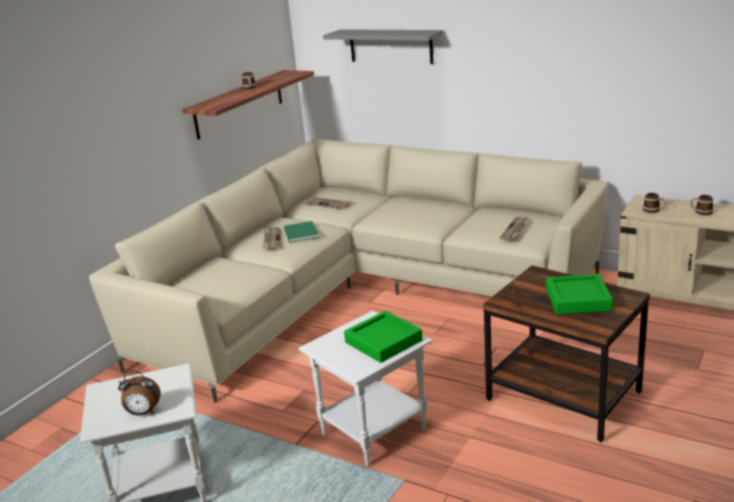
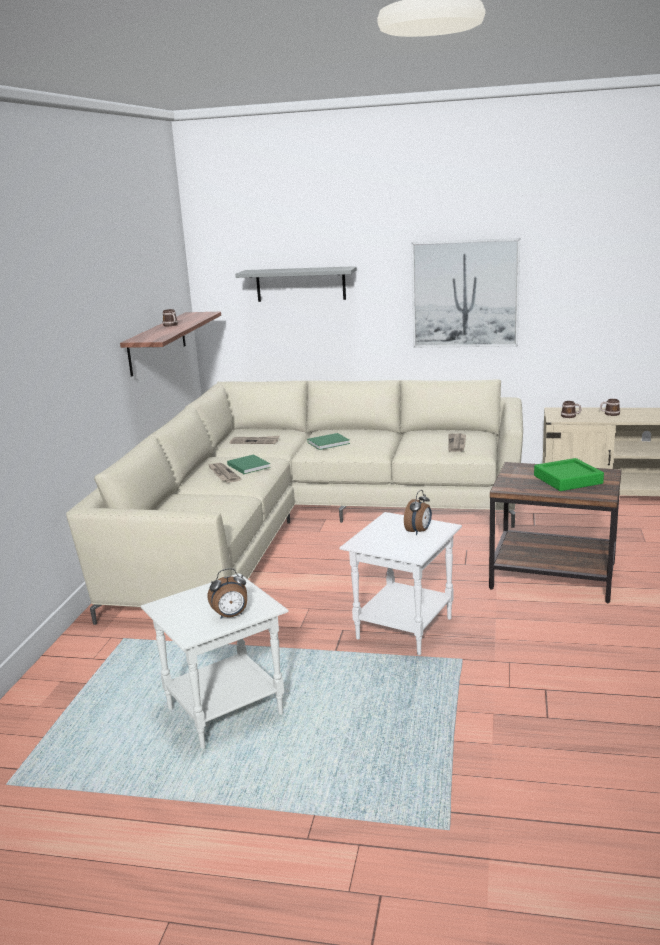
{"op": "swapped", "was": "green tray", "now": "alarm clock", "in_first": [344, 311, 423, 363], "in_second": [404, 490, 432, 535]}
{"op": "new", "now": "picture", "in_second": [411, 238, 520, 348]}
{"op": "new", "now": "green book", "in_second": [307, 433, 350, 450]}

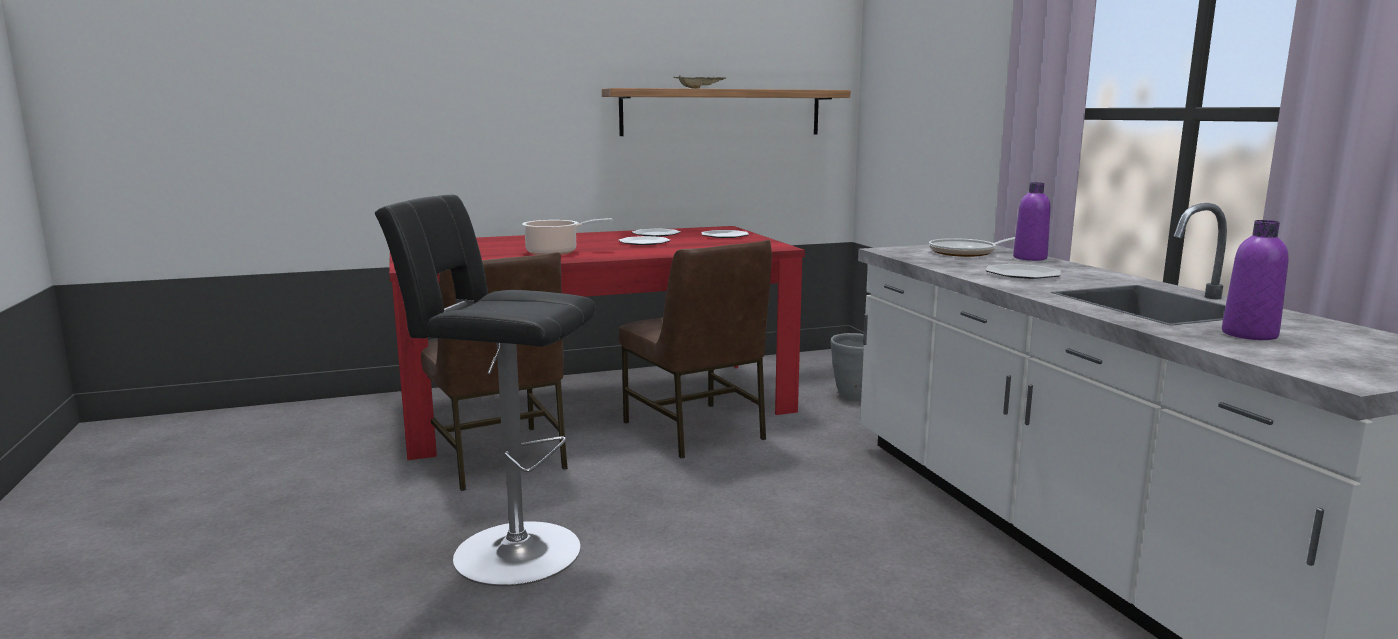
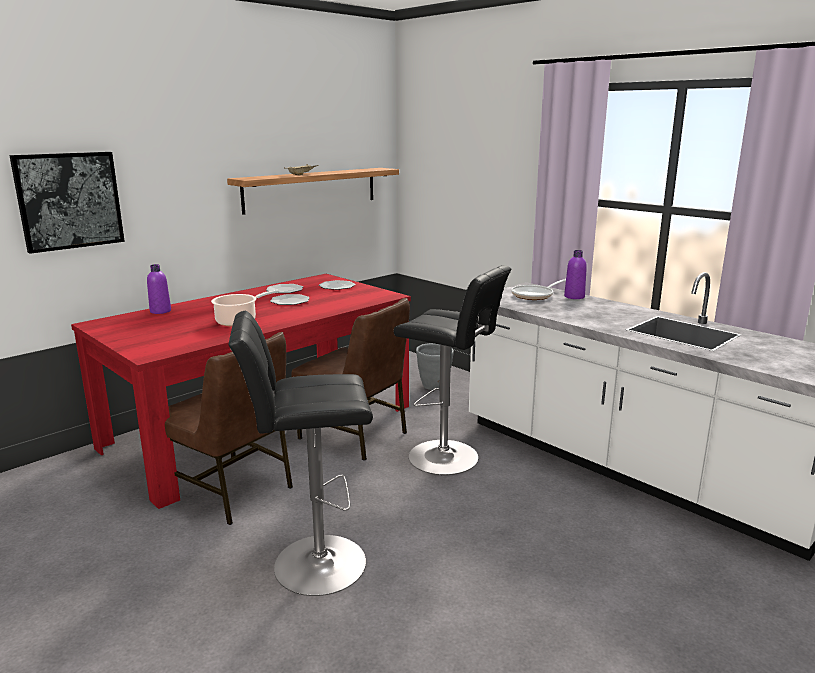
{"op": "shifted", "was": "purple bottle", "in_first": [1222, 220, 1289, 340], "in_second": [147, 264, 171, 314]}
{"op": "gone", "was": "plate", "in_first": [986, 264, 1061, 279]}
{"op": "new", "now": "picture", "in_second": [9, 152, 125, 254]}
{"op": "new", "now": "black stool", "in_second": [394, 265, 512, 475]}

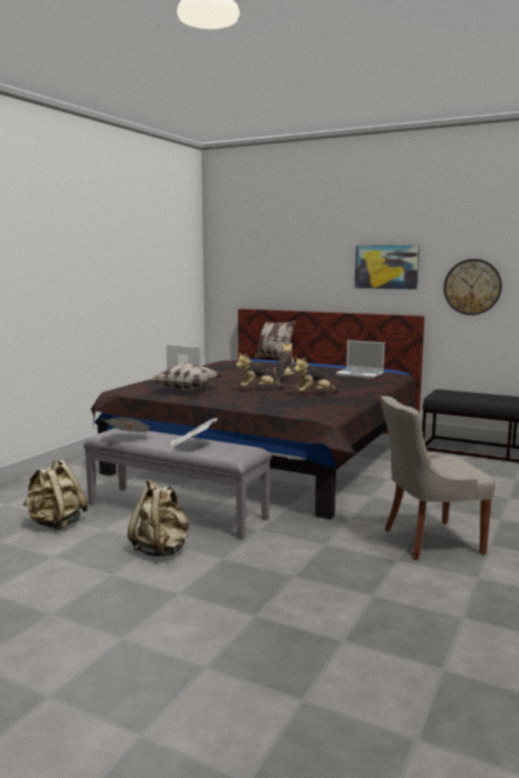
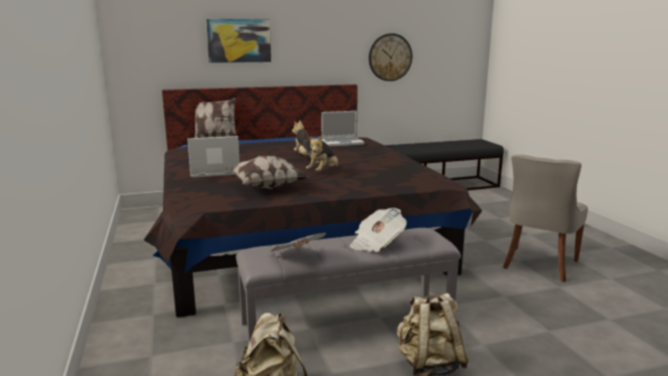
{"op": "shifted", "was": "picture", "in_first": [355, 245, 420, 290], "in_second": [206, 19, 271, 63]}
{"op": "gone", "was": "plush toy", "in_first": [294, 357, 339, 392]}

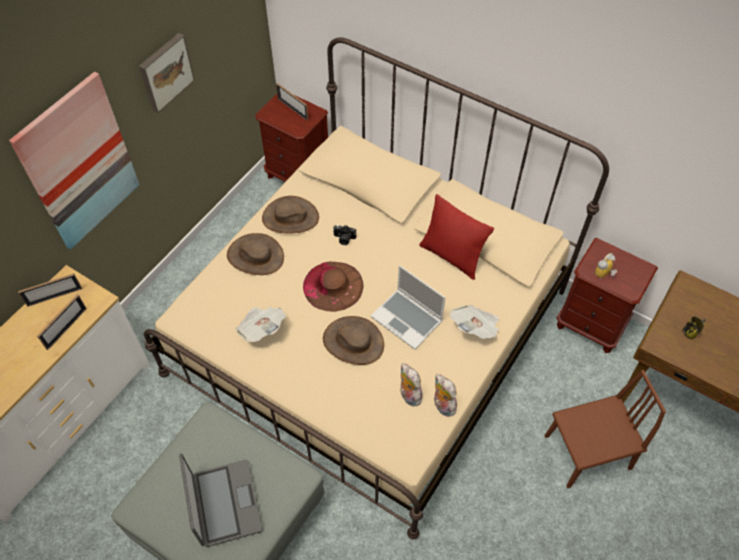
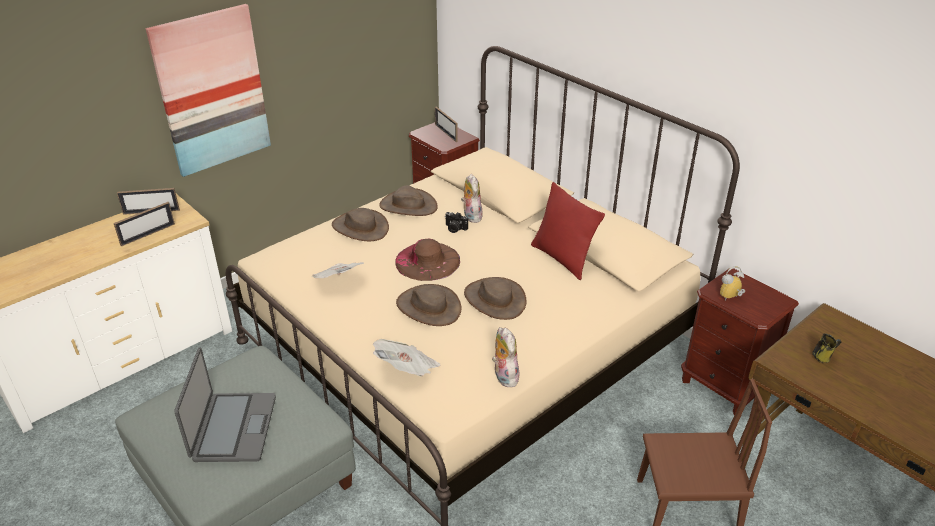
{"op": "gone", "was": "picture", "in_first": [139, 33, 195, 113]}
{"op": "swapped", "was": "laptop", "now": "brown hat", "in_first": [371, 265, 446, 350], "in_second": [464, 277, 526, 320]}
{"op": "shifted", "was": "newspaper", "in_first": [450, 304, 499, 339], "in_second": [373, 339, 440, 376]}
{"op": "shifted", "was": "plush toy", "in_first": [400, 363, 423, 406], "in_second": [461, 174, 483, 223]}

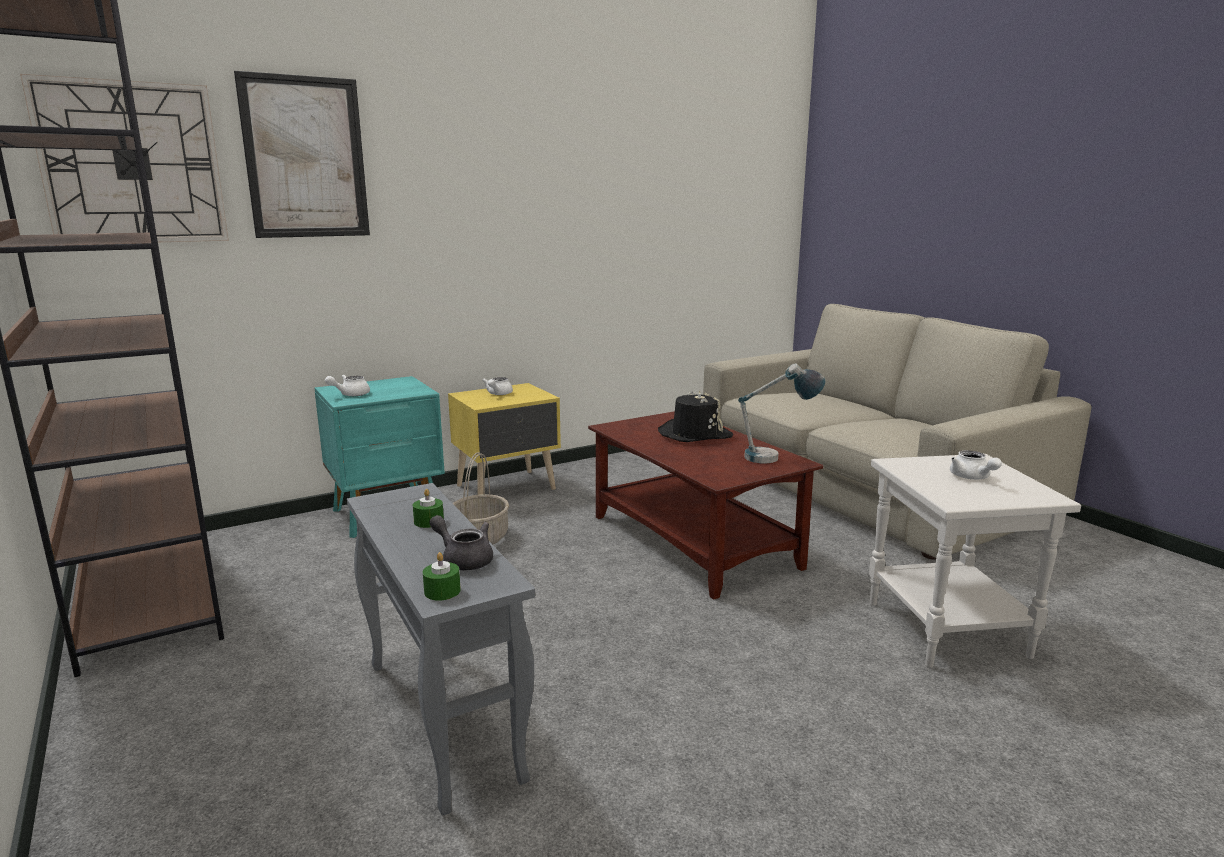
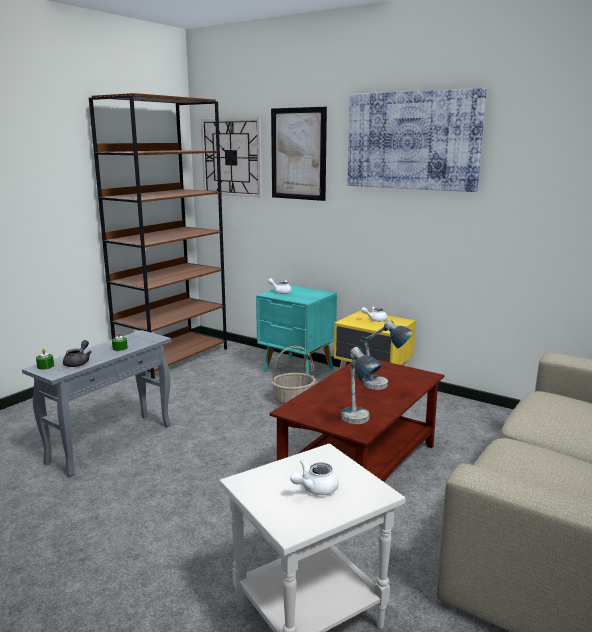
{"op": "swapped", "was": "black hat", "now": "table lamp", "in_first": [658, 391, 733, 442], "in_second": [363, 320, 413, 390]}
{"op": "new", "now": "picture", "in_second": [348, 88, 486, 192]}

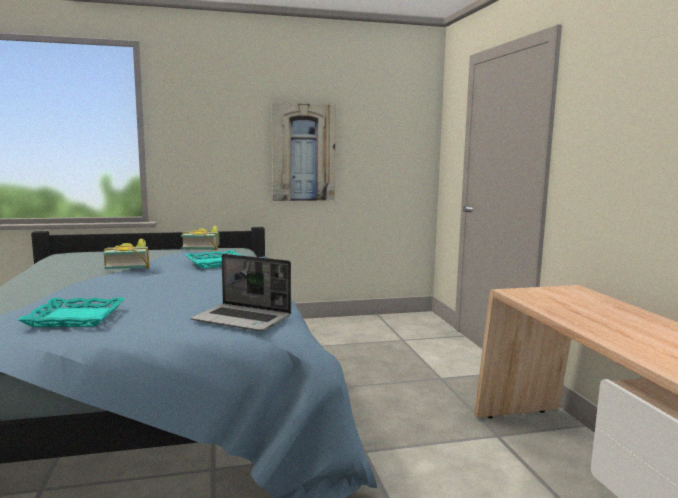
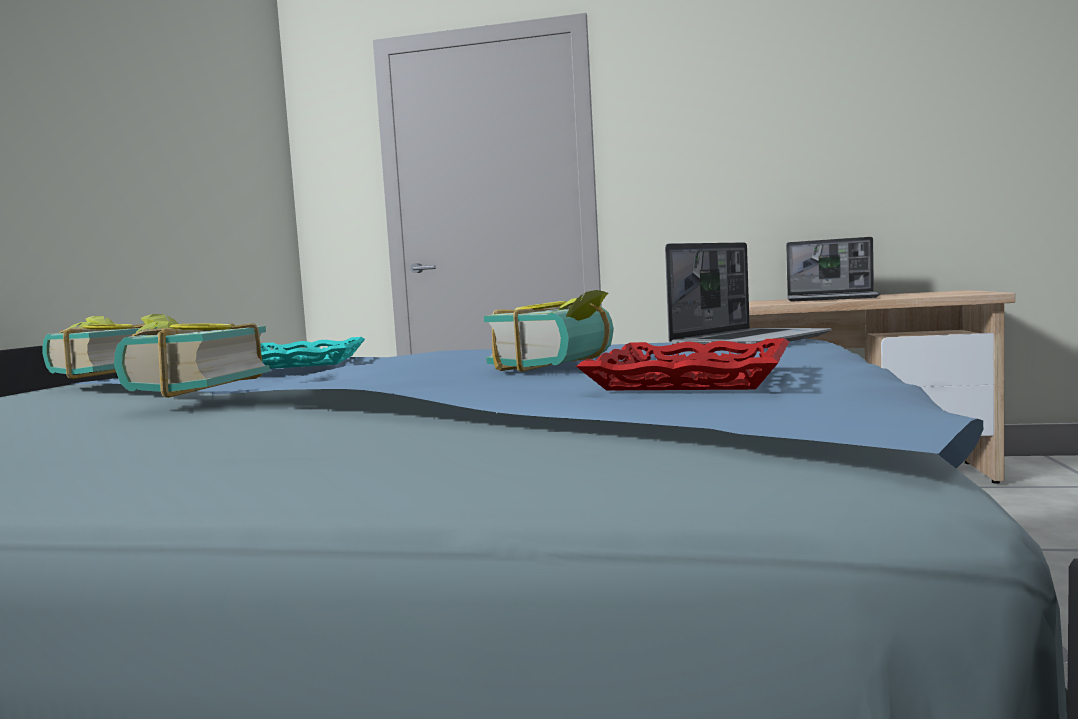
{"op": "gone", "was": "picture", "in_first": [271, 103, 336, 201]}
{"op": "repainted", "was": "turquoise tray", "now": "red tray", "in_first": [18, 298, 125, 327], "in_second": [576, 338, 789, 390]}
{"op": "new", "now": "laptop", "in_second": [786, 237, 880, 302]}
{"op": "new", "now": "book", "in_second": [484, 290, 614, 372]}

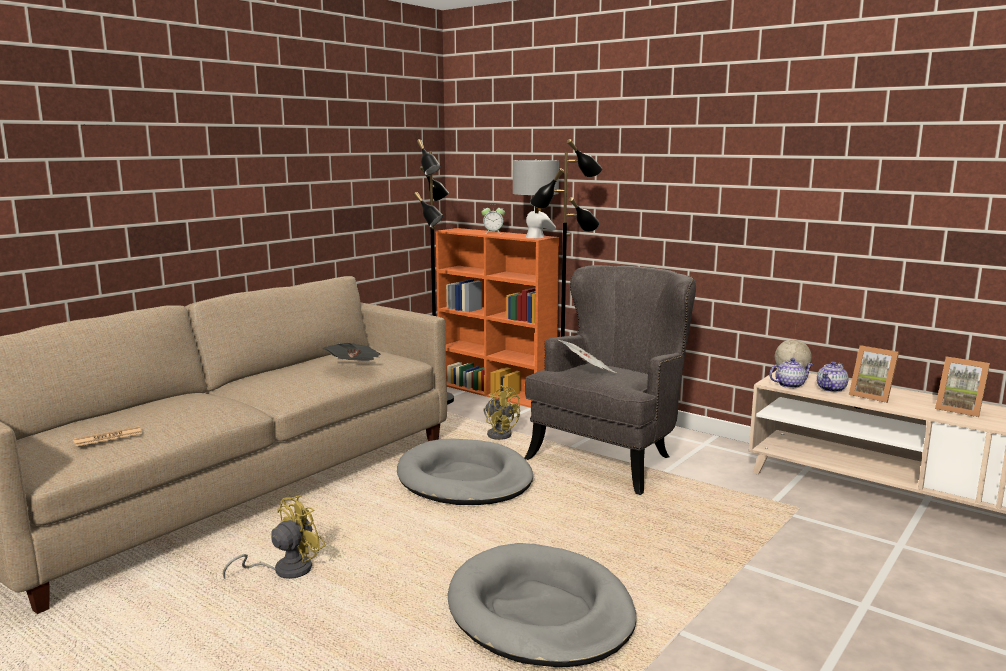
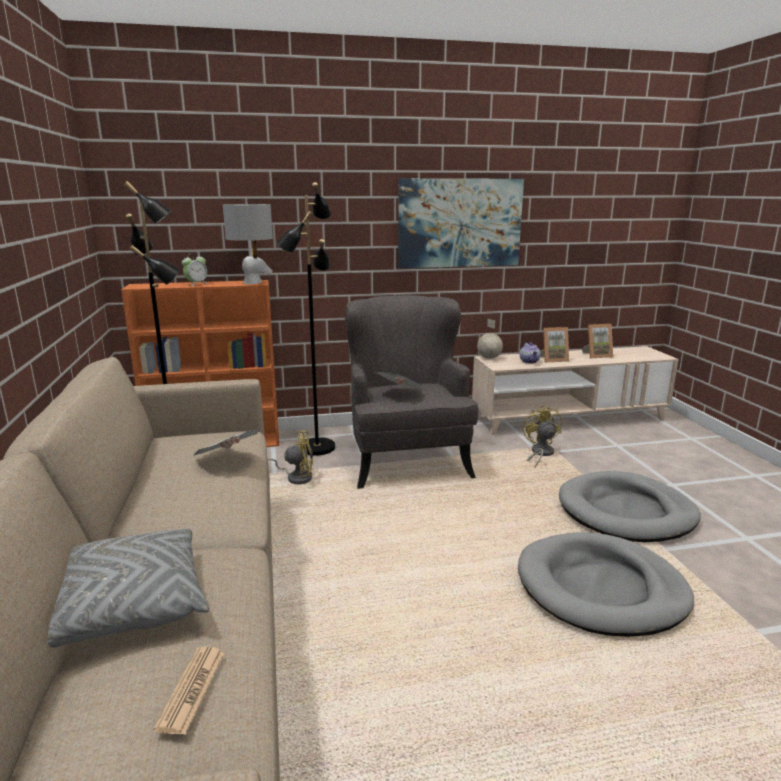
{"op": "gone", "was": "teapot", "in_first": [769, 358, 813, 388]}
{"op": "shifted", "was": "grey dog bed", "in_first": [397, 439, 533, 505], "in_second": [559, 471, 701, 542]}
{"op": "shifted", "was": "yellow fan", "in_first": [223, 495, 326, 579], "in_second": [523, 405, 562, 468]}
{"op": "new", "now": "picture", "in_second": [398, 178, 524, 268]}
{"op": "new", "now": "grey pillow", "in_second": [48, 529, 209, 648]}

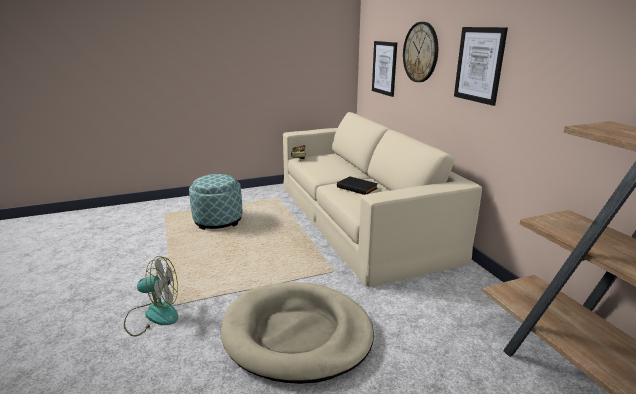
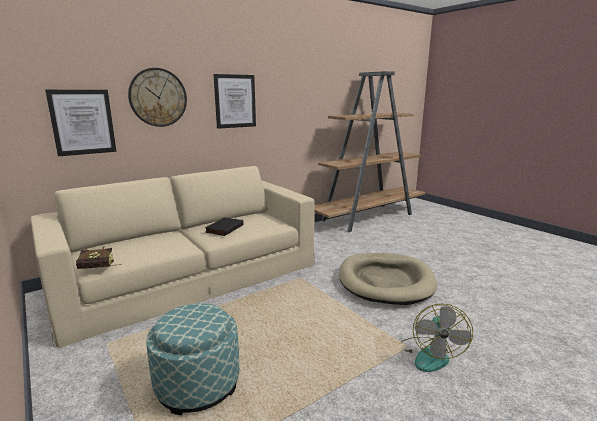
{"op": "rotated", "was": "fan", "in_first": [124, 256, 178, 336], "in_second": [401, 304, 473, 372], "clockwise": -150}

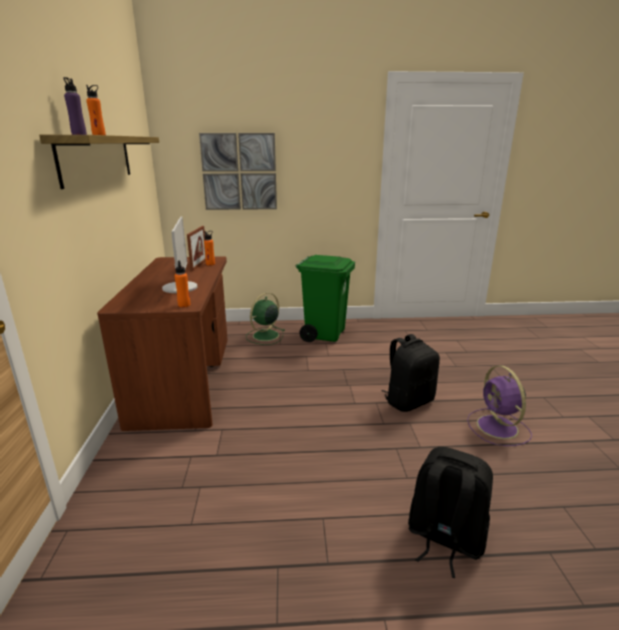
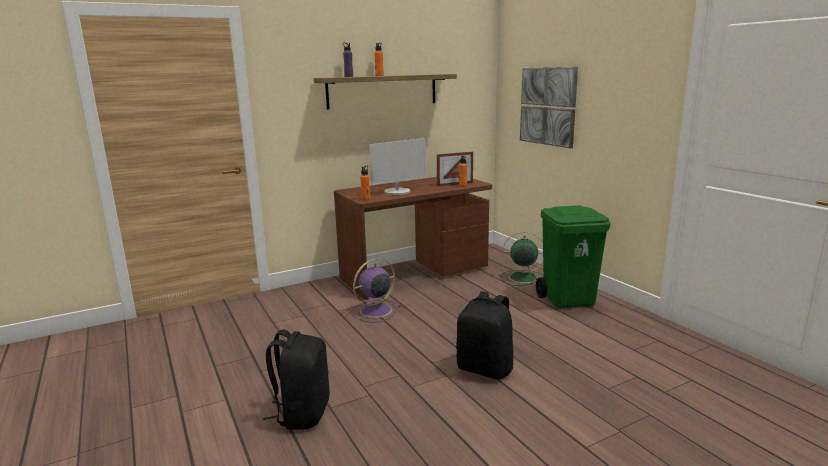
{"op": "shifted", "was": "purple fan", "in_first": [467, 365, 532, 446], "in_second": [351, 258, 401, 322]}

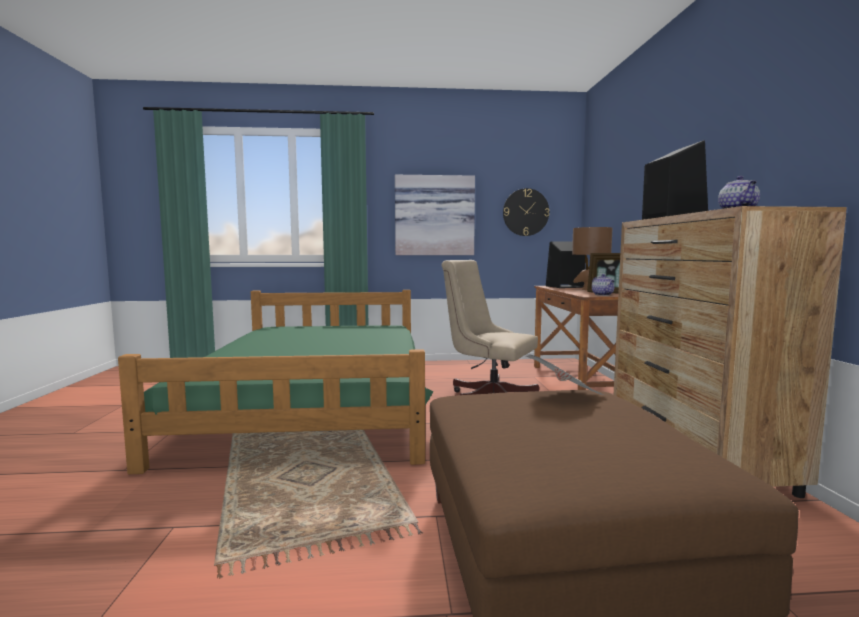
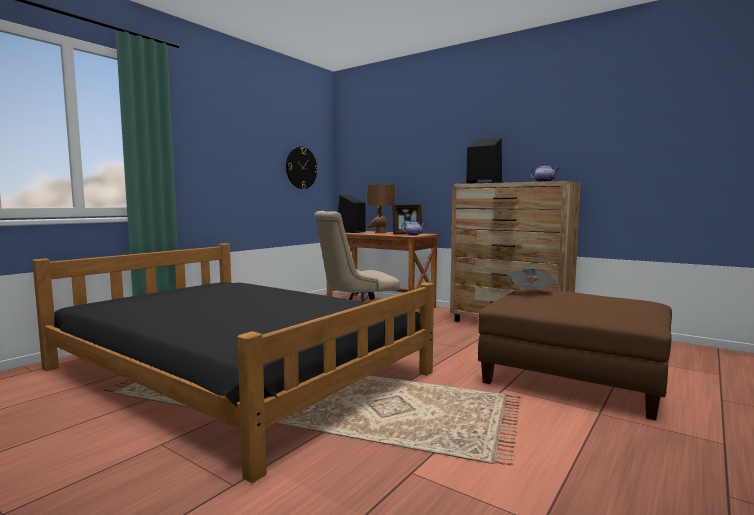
{"op": "gone", "was": "picture", "in_first": [395, 175, 475, 255]}
{"op": "repainted", "was": "green bed", "now": "black bed", "in_first": [118, 290, 434, 474], "in_second": [32, 243, 434, 483]}

